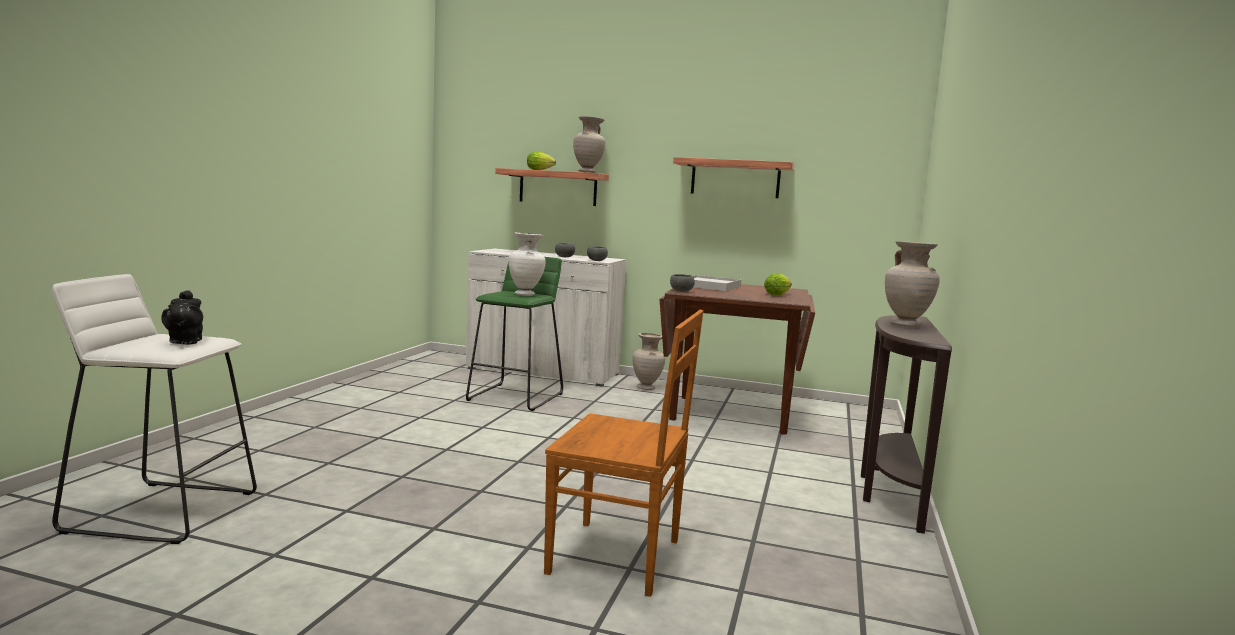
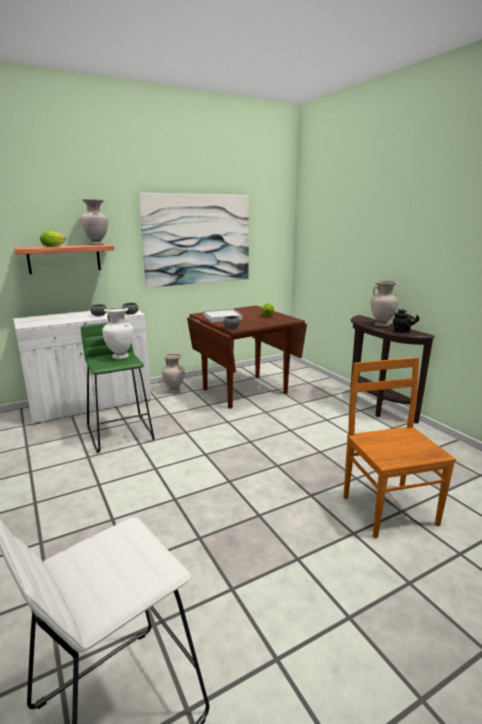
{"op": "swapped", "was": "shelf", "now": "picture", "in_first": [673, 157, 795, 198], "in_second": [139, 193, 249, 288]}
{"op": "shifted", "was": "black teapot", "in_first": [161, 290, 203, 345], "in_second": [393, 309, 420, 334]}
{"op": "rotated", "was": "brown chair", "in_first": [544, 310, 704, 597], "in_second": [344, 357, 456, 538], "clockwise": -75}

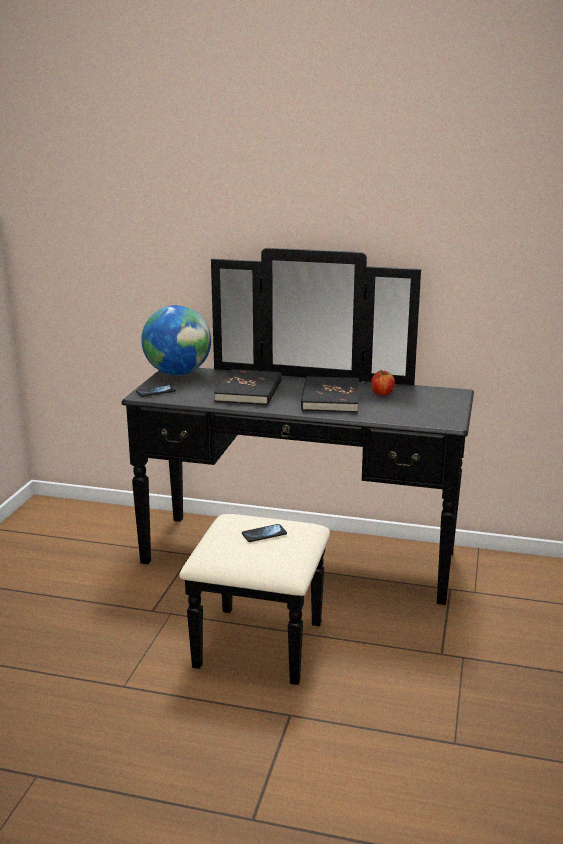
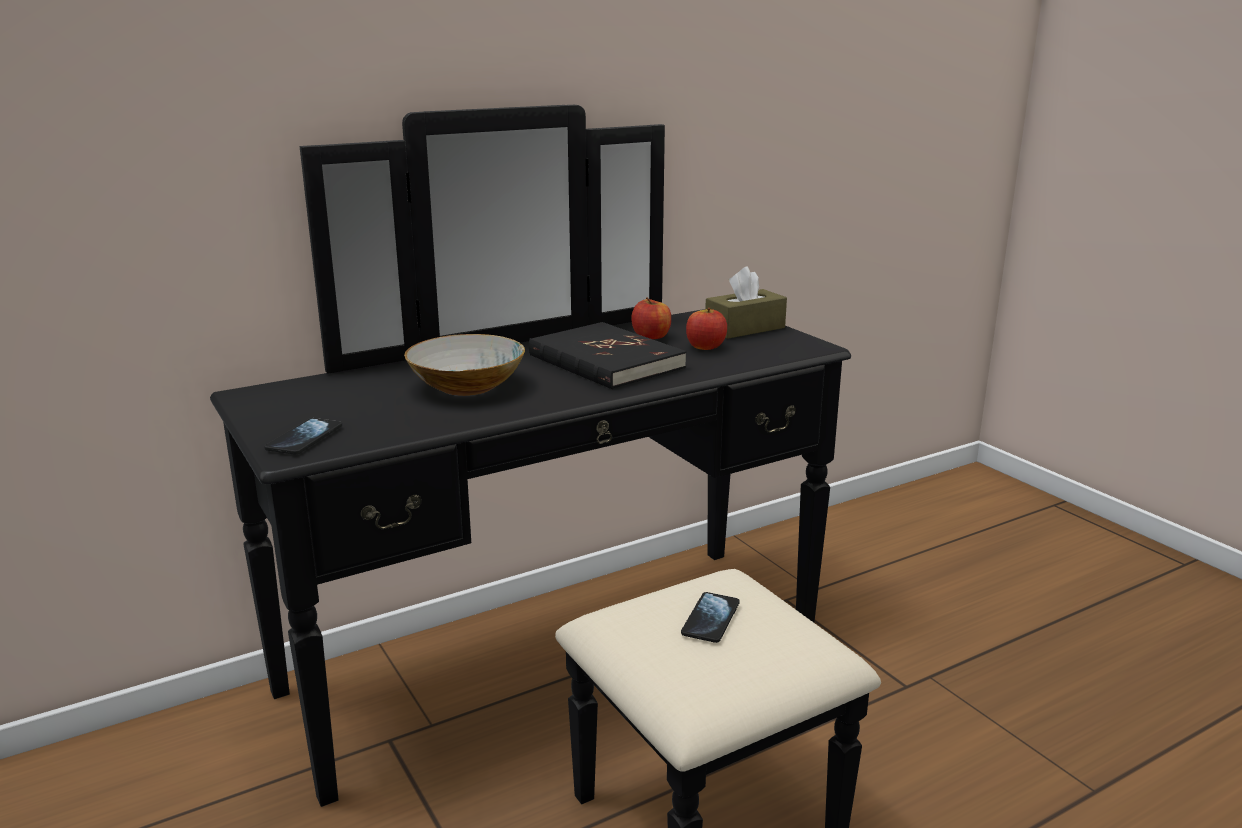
{"op": "gone", "was": "globe", "in_first": [141, 305, 211, 375]}
{"op": "swapped", "was": "black book", "now": "bowl", "in_first": [214, 369, 282, 405], "in_second": [404, 334, 525, 396]}
{"op": "new", "now": "brown tissue box", "in_second": [705, 267, 787, 339]}
{"op": "new", "now": "apple", "in_second": [686, 308, 727, 350]}

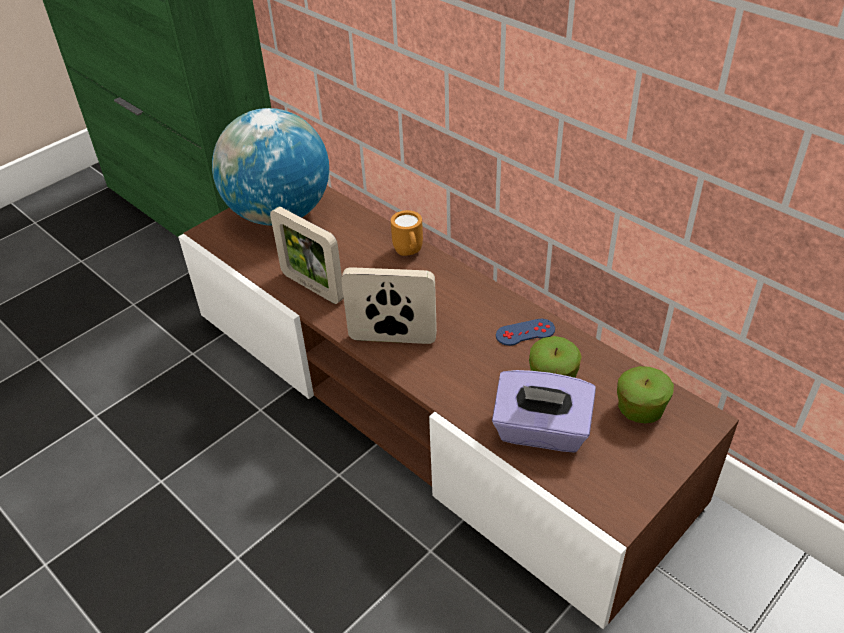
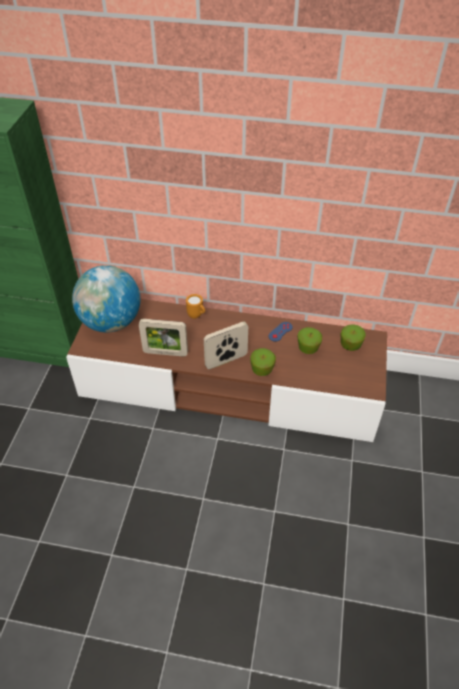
{"op": "gone", "was": "purple tissue box", "in_first": [492, 370, 596, 452]}
{"op": "new", "now": "apple", "in_second": [250, 348, 276, 376]}

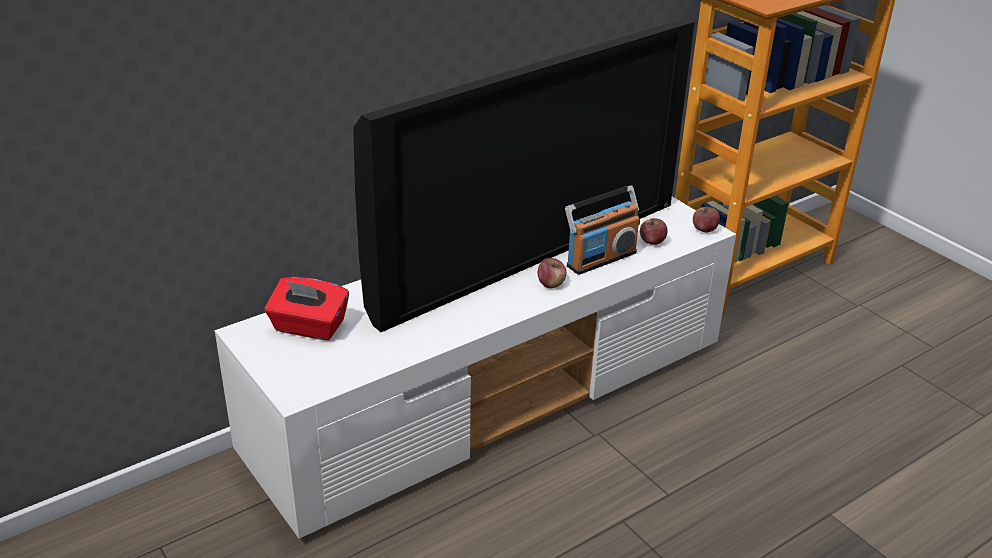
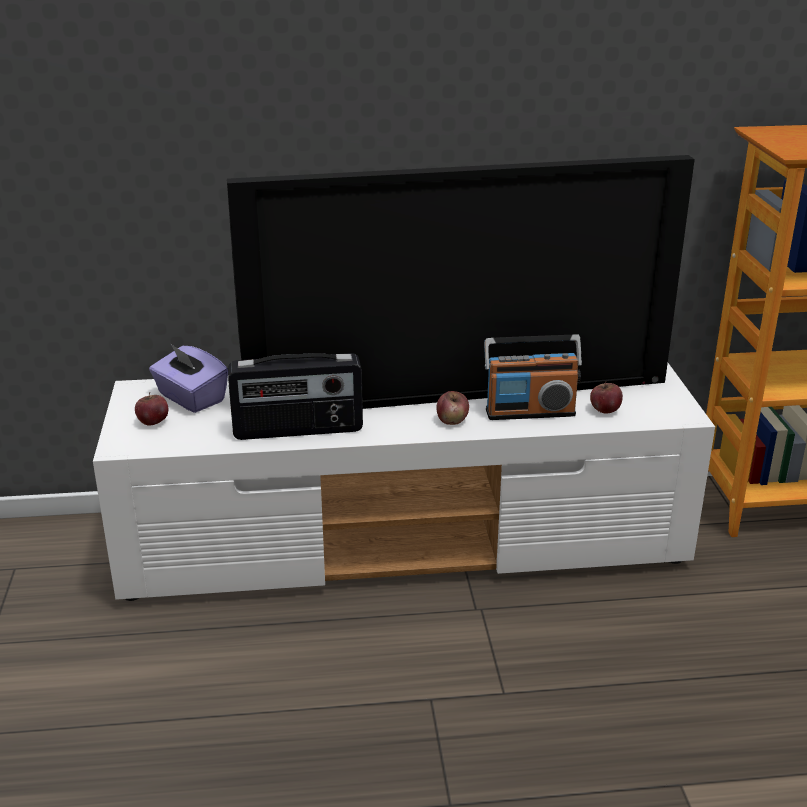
{"op": "shifted", "was": "apple", "in_first": [693, 206, 720, 233], "in_second": [135, 392, 168, 425]}
{"op": "repainted", "was": "red tissue box", "now": "purple tissue box", "in_first": [264, 277, 349, 340], "in_second": [149, 343, 228, 413]}
{"op": "new", "now": "radio", "in_second": [228, 353, 363, 440]}

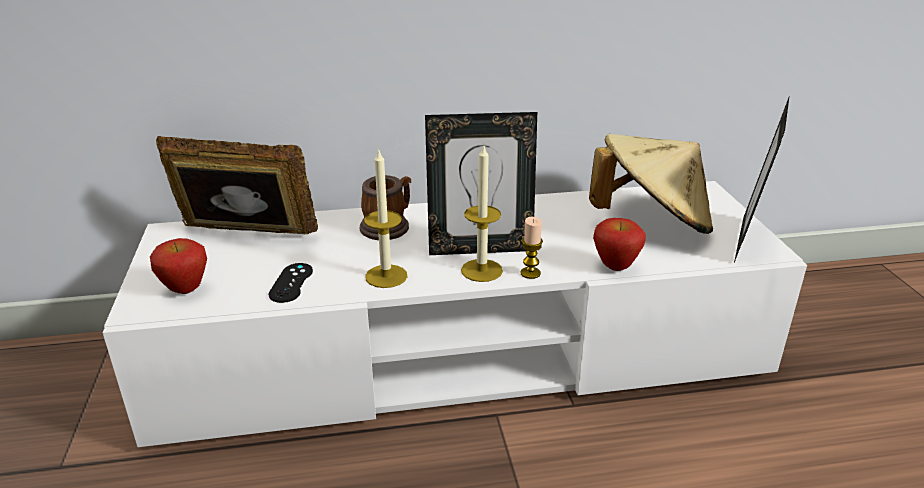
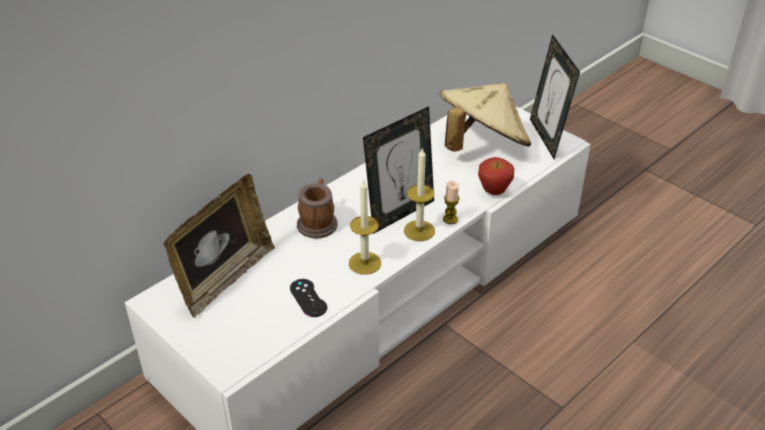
{"op": "rotated", "was": "picture frame", "in_first": [156, 136, 318, 234], "in_second": [164, 174, 275, 318], "clockwise": 150}
{"op": "gone", "was": "apple", "in_first": [150, 238, 207, 294]}

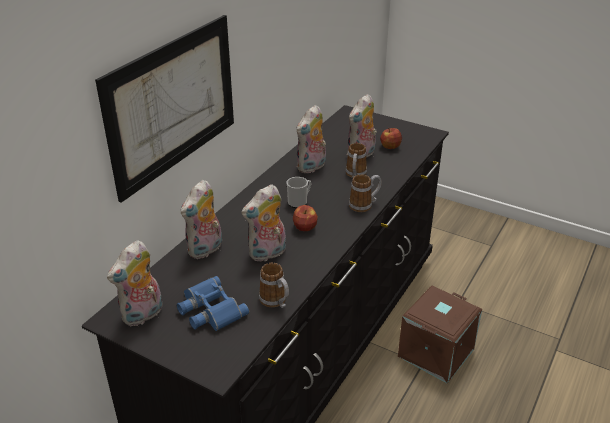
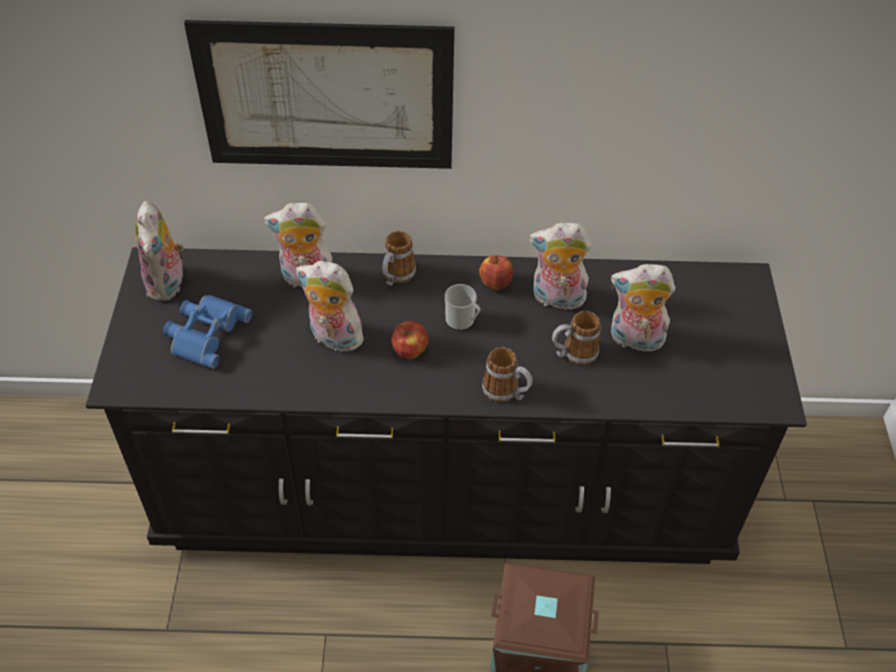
{"op": "shifted", "was": "apple", "in_first": [380, 128, 402, 149], "in_second": [479, 255, 513, 291]}
{"op": "rotated", "was": "plush toy", "in_first": [107, 240, 163, 326], "in_second": [135, 201, 187, 301], "clockwise": -105}
{"op": "shifted", "was": "mug", "in_first": [259, 263, 289, 308], "in_second": [382, 231, 416, 286]}

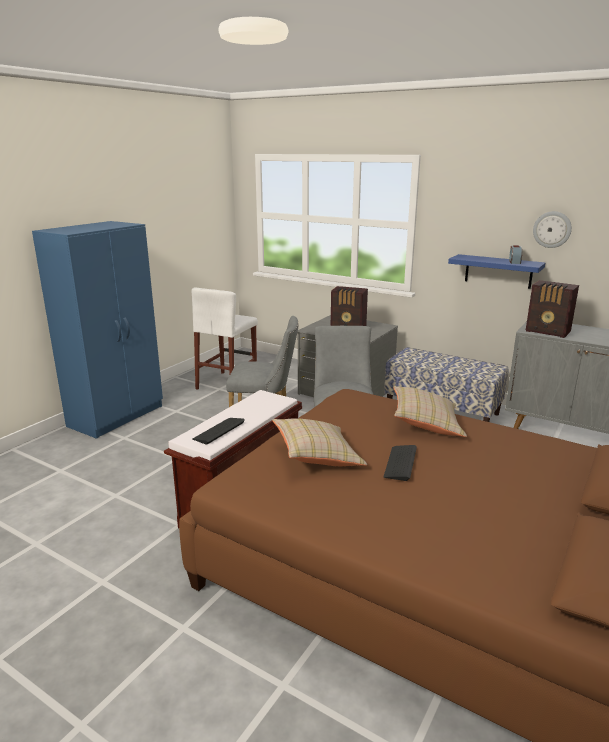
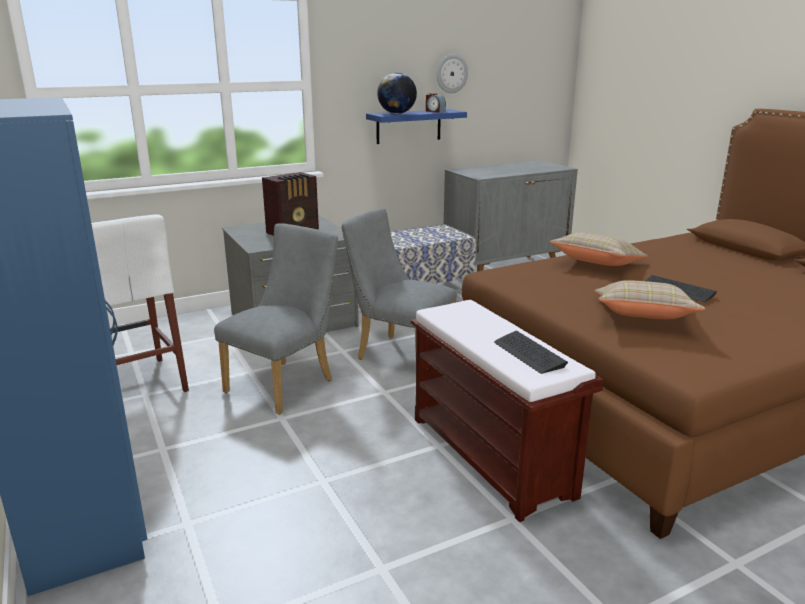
{"op": "gone", "was": "radio", "in_first": [526, 280, 579, 338]}
{"op": "new", "now": "globe", "in_second": [377, 73, 417, 114]}

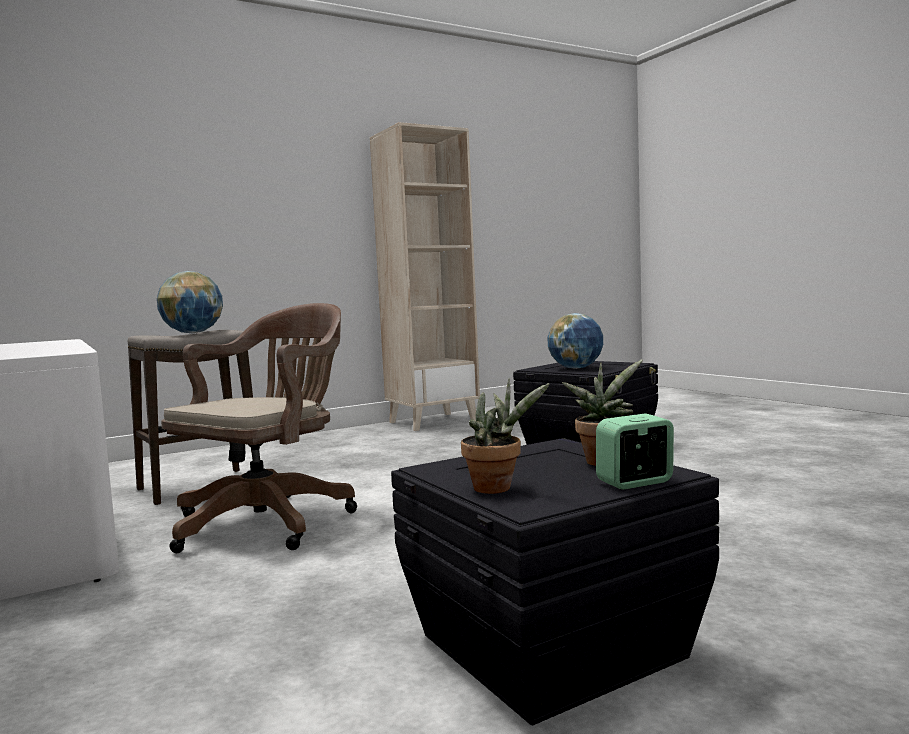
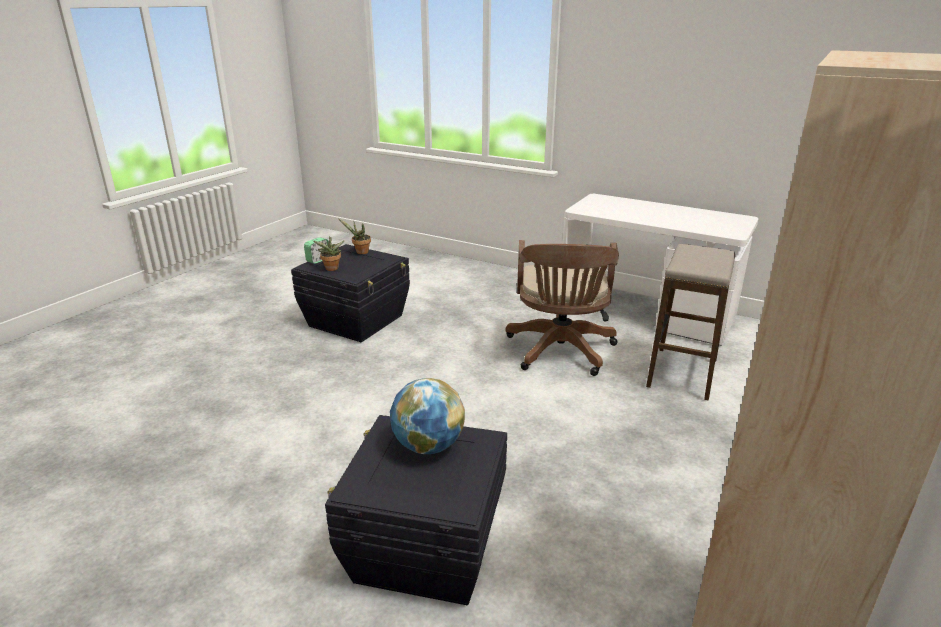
{"op": "gone", "was": "globe", "in_first": [157, 271, 223, 334]}

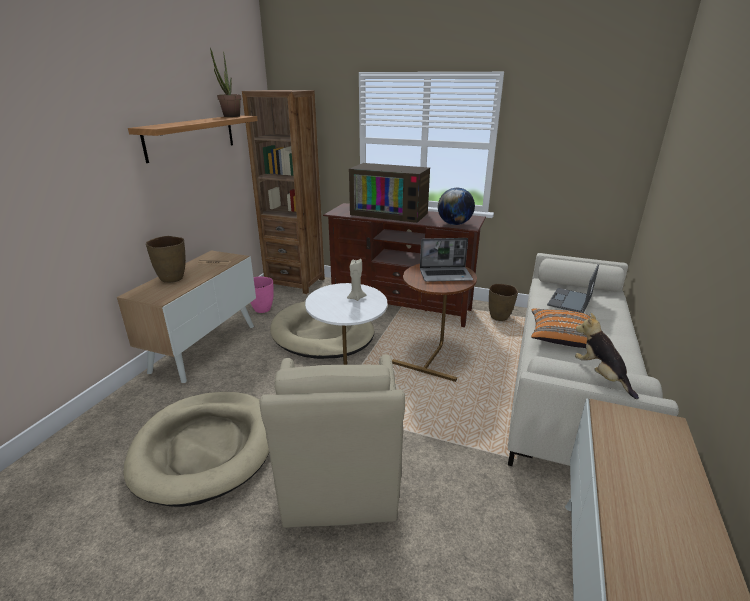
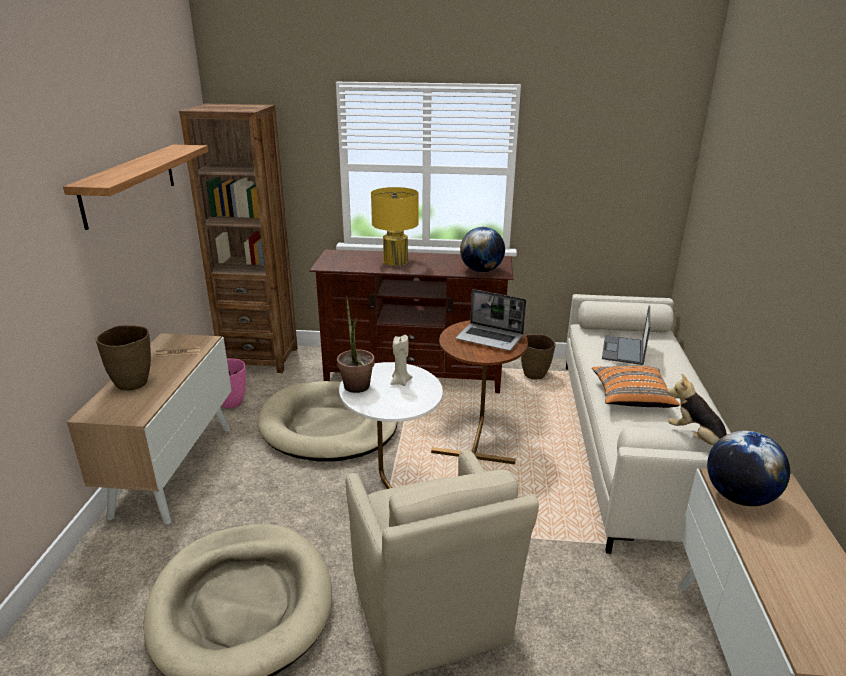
{"op": "shifted", "was": "potted plant", "in_first": [210, 47, 242, 117], "in_second": [337, 296, 375, 393]}
{"op": "swapped", "was": "television", "now": "yellow table lamp", "in_first": [349, 163, 430, 223], "in_second": [371, 187, 419, 266]}
{"op": "rotated", "was": "laptop", "in_first": [420, 238, 473, 282], "in_second": [456, 289, 526, 351], "clockwise": 45}
{"op": "new", "now": "globe", "in_second": [707, 431, 790, 506]}

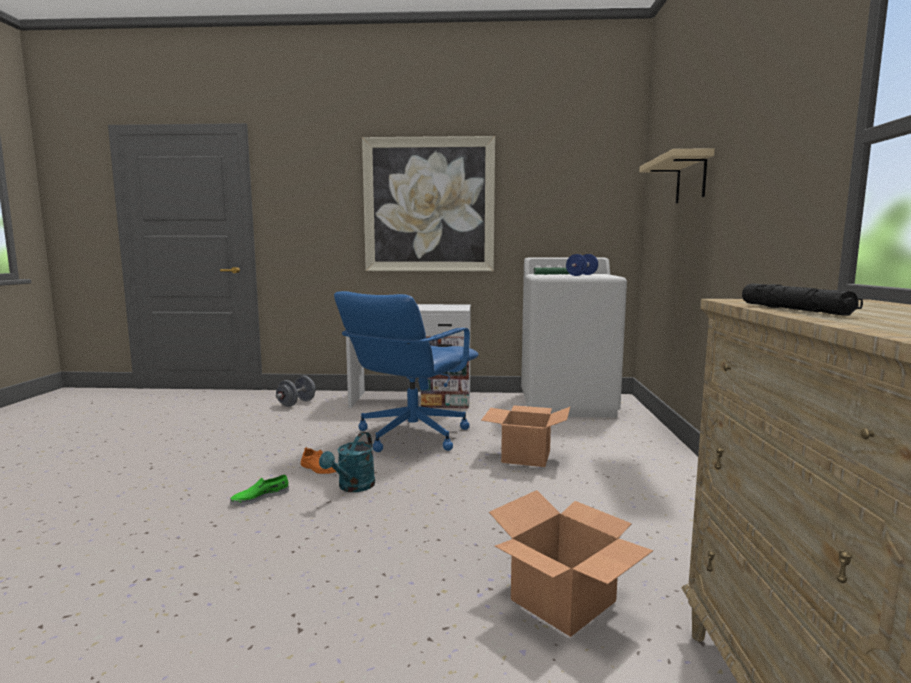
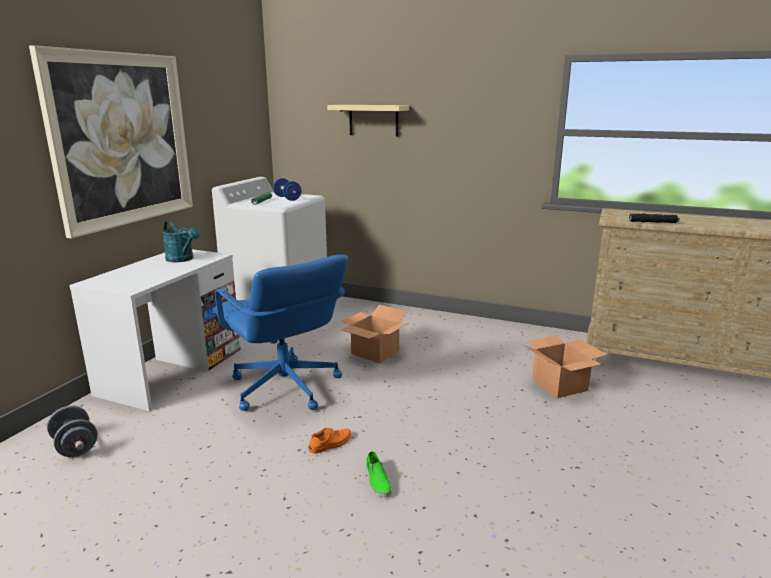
{"op": "shifted", "was": "turquoise watering can", "in_first": [319, 432, 375, 492], "in_second": [162, 221, 200, 262]}

